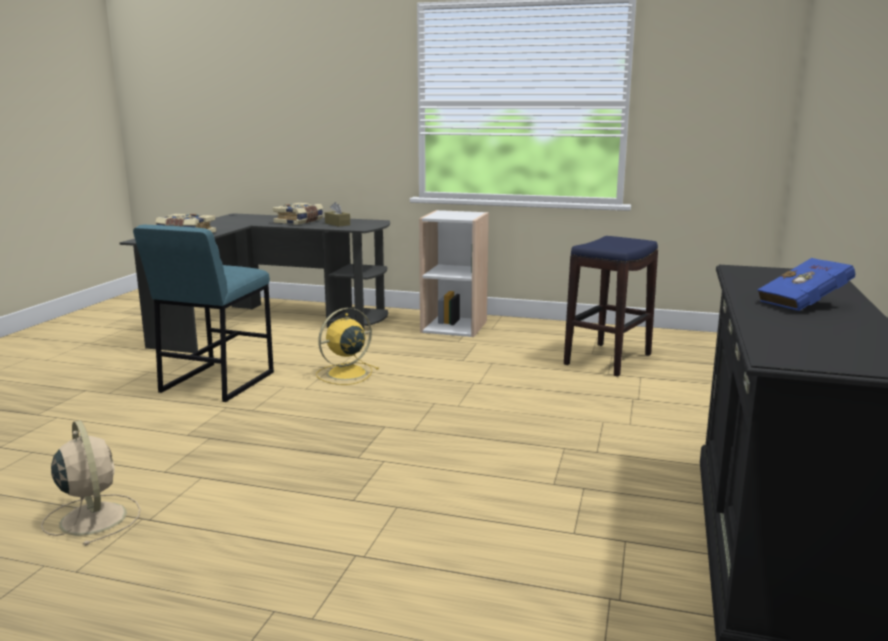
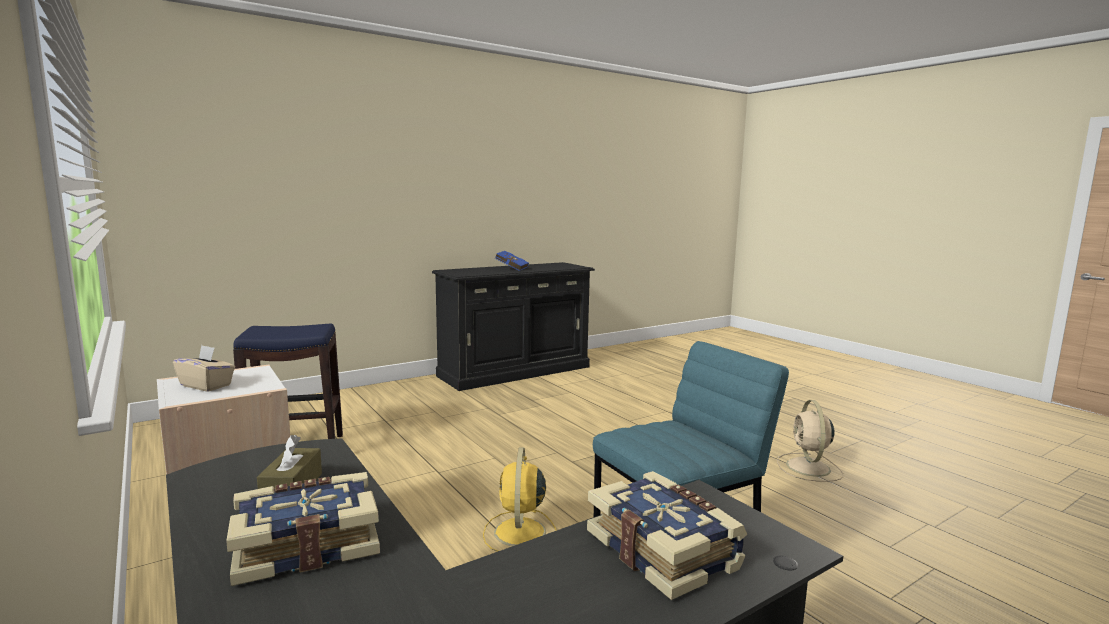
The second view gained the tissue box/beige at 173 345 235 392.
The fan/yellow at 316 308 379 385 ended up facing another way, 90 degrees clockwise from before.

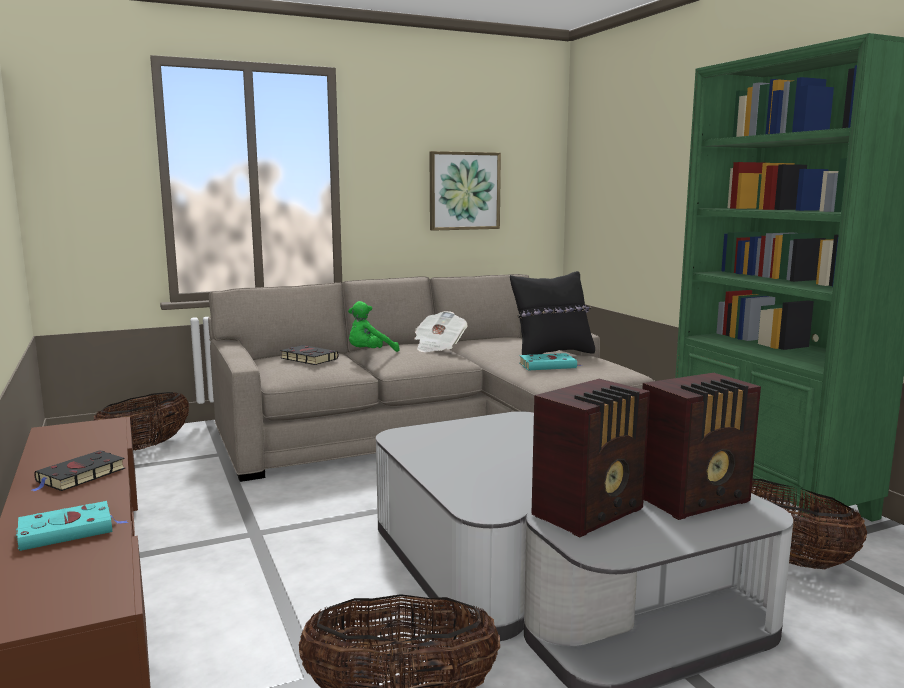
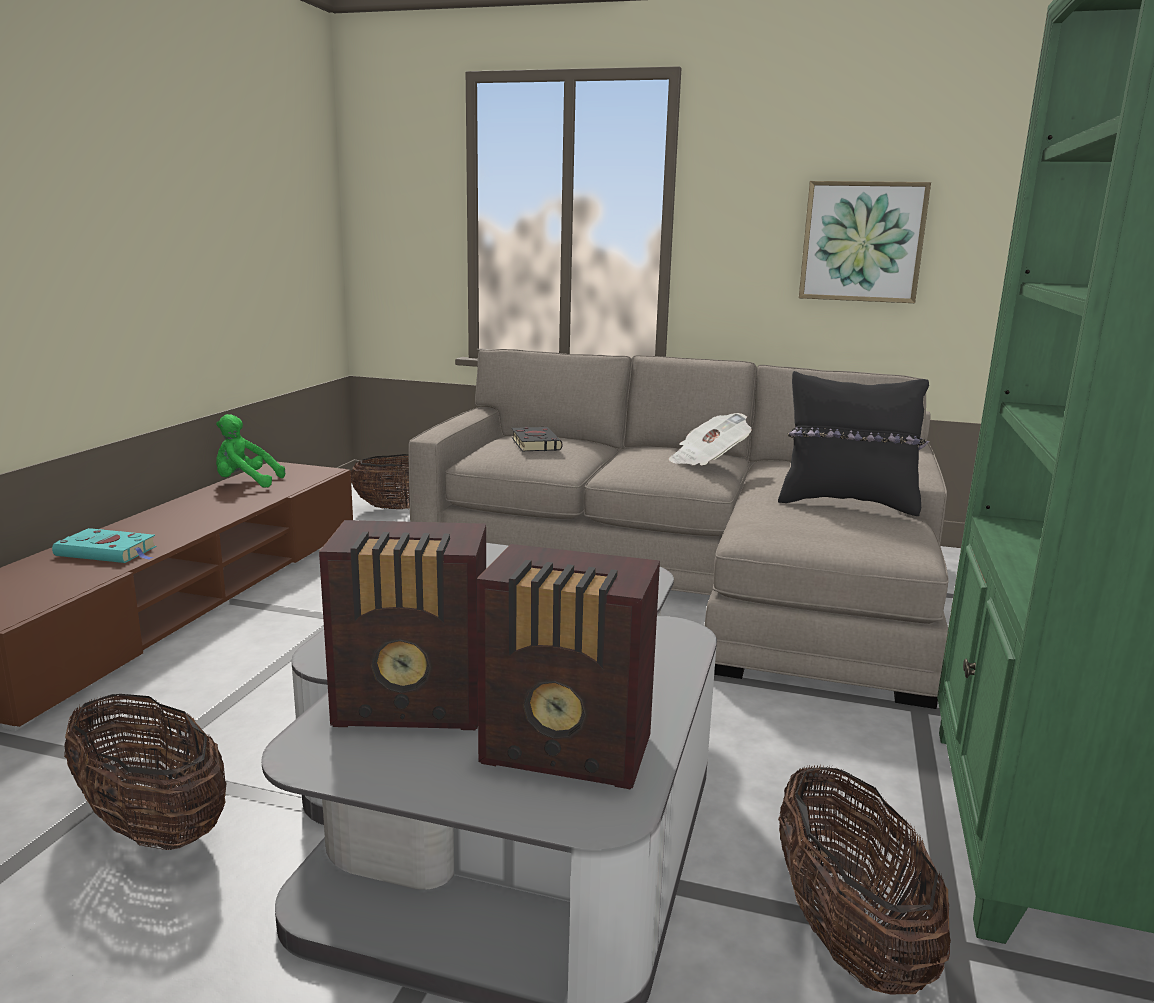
The second view lost the book/black at 32 450 125 492.
The second view lost the book/turquoise at 520 353 582 370.
The plush toy/green ended up elsewhere, having gone from 348 301 400 352 to 216 414 285 488.

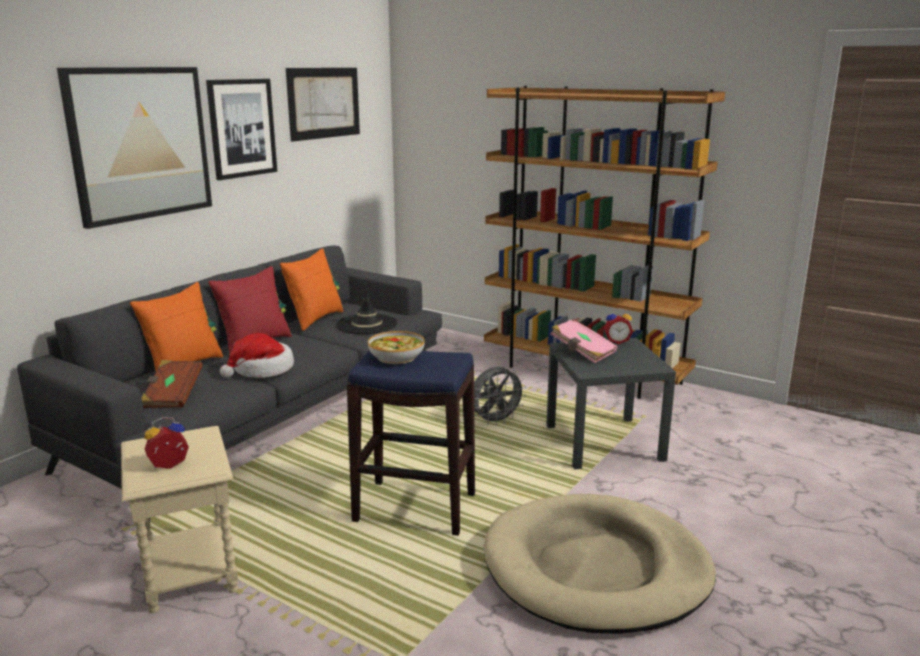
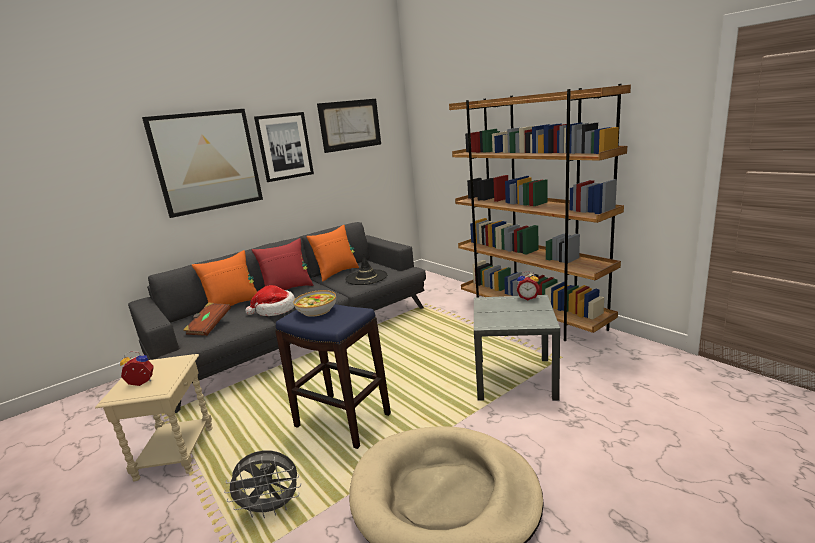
The second view lost the book/pink at 551 319 617 363.
The fan/grey ended up elsewhere, having gone from 474 367 526 426 to 224 450 301 518.

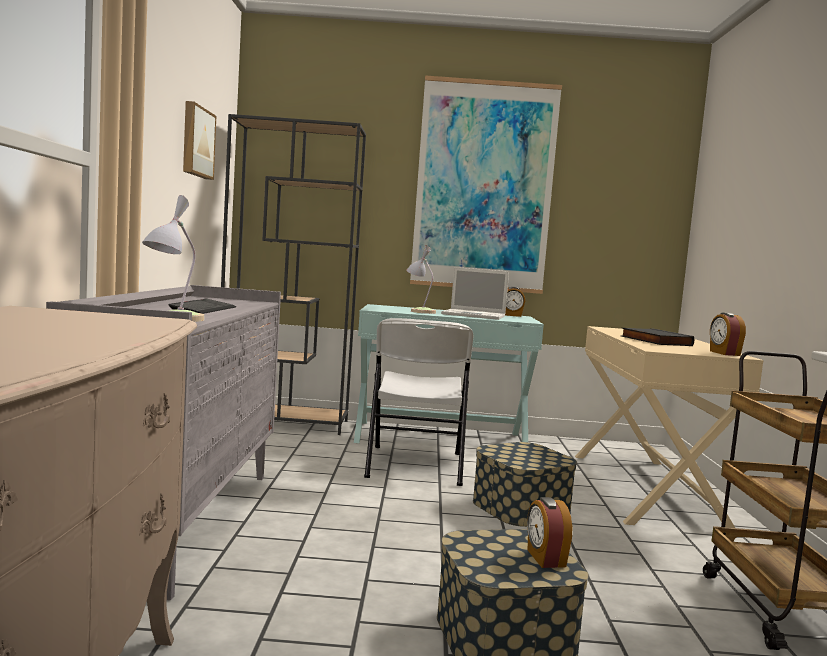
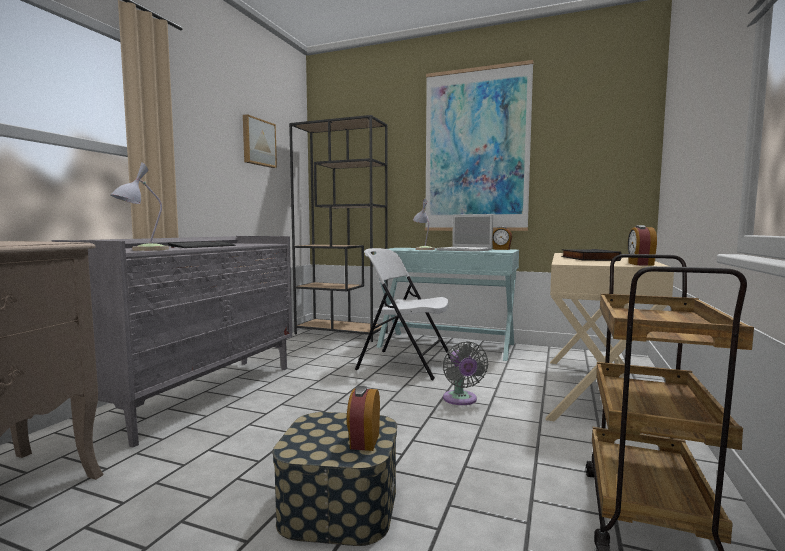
Where the storage box stood at 473 442 577 527, the fan/grey came to stand at 443 341 489 405.
The chair/white at 364 318 473 486 ended up facing another way, 90 degrees clockwise from before.

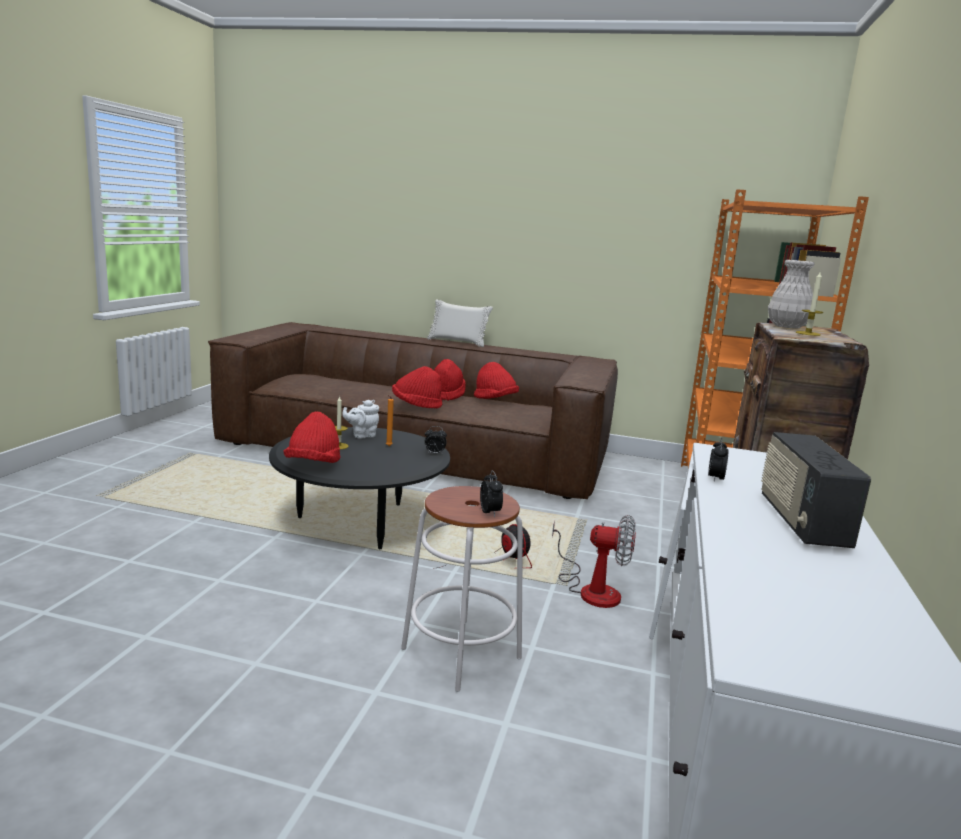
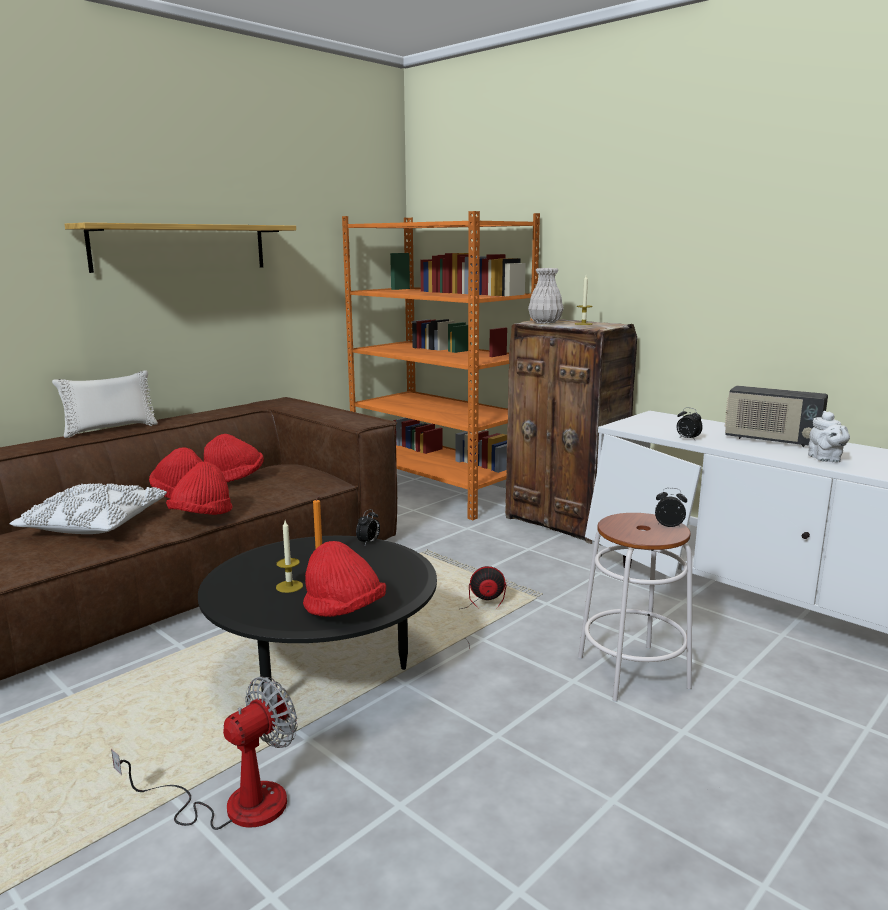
The second view gained the pillow/white at 10 483 167 534.
The second view gained the shelf at 65 223 296 273.
The teapot/white ended up elsewhere, having gone from 342 400 379 439 to 808 411 850 463.
The fan ended up elsewhere, having gone from 552 515 636 608 to 111 677 298 830.

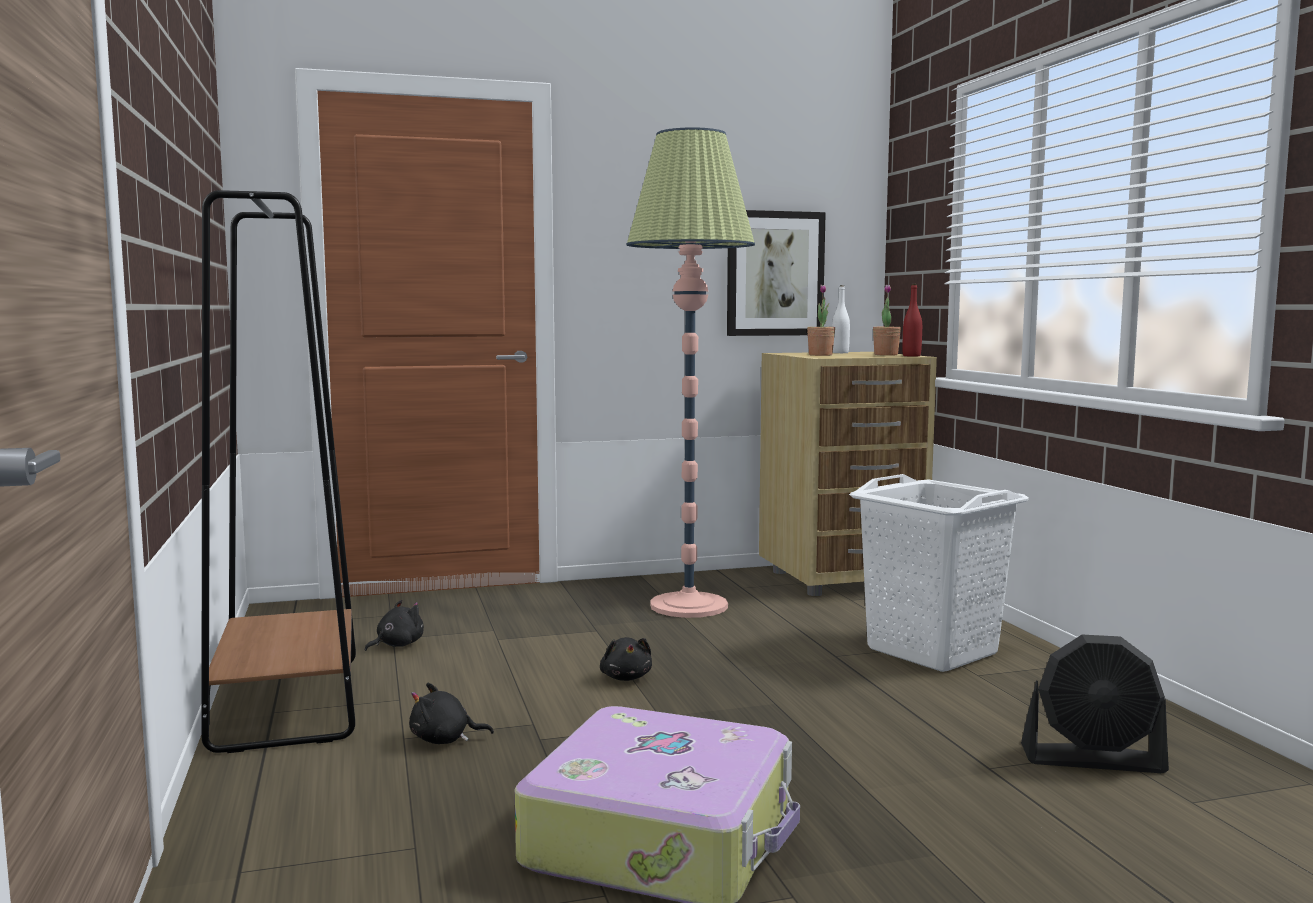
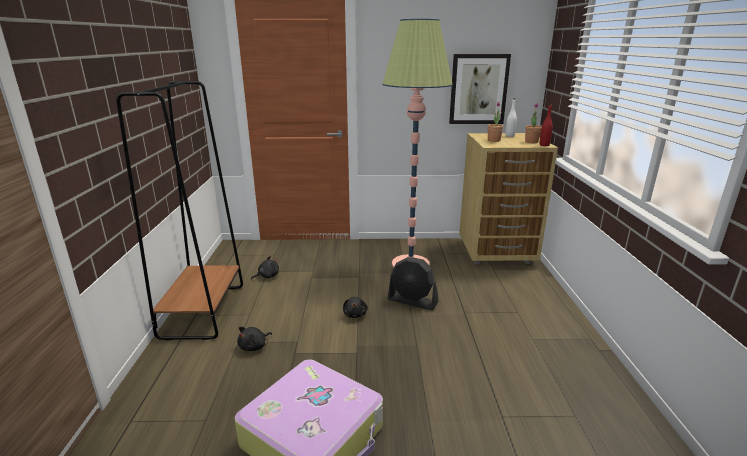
The second view lost the laundry basket/white at 849 474 1029 672.
The fan/black ended up elsewhere, having gone from 1021 635 1169 773 to 388 257 439 310.
The plush toy/black at 409 683 494 744 ended up facing another way, 60 degrees counterclockwise from before.

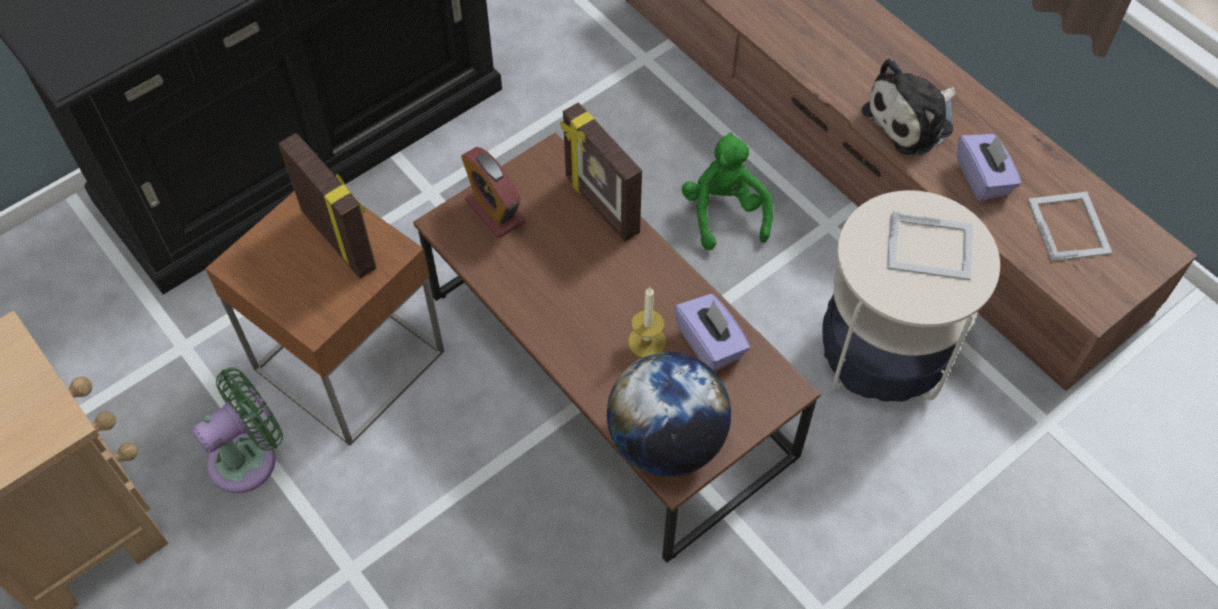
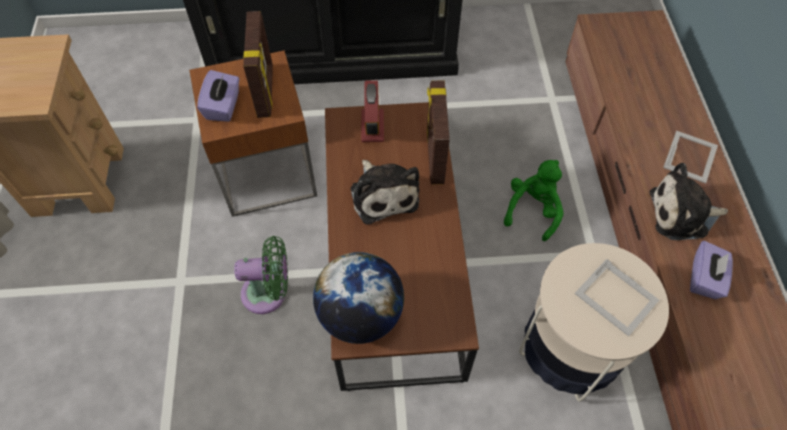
The second view lost the candle at 628 287 666 358.
The second view gained the plush toy at 350 160 419 225.
The fan/green ended up elsewhere, having gone from 192 368 283 493 to 234 236 288 314.
The tissue box/purple ended up elsewhere, having gone from 674 294 750 371 to 197 70 240 122.
The picture frame ended up elsewhere, having gone from 1028 192 1112 261 to 663 131 718 183.

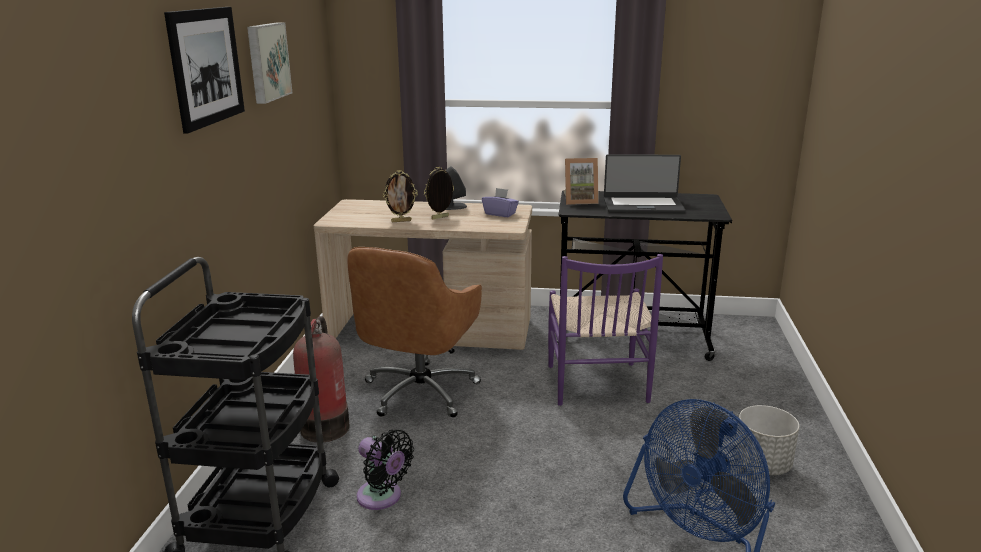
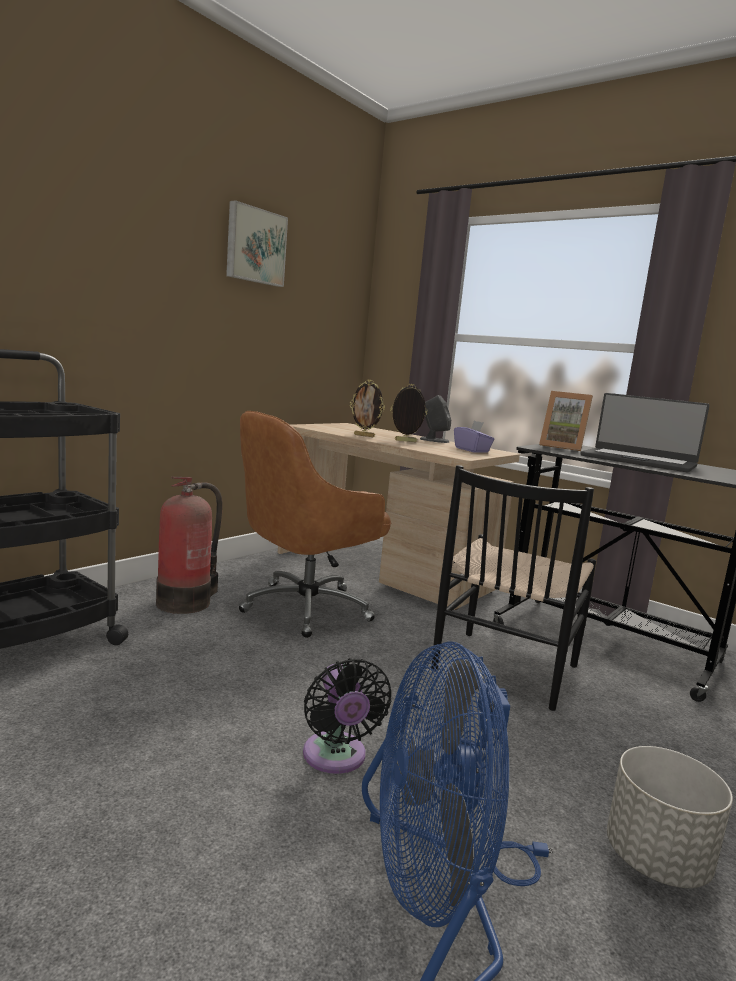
The second view lost the picture at 164 7 245 134.
The fan/black ended up elsewhere, having gone from 356 430 414 510 to 303 658 392 774.
What was the chair/purple at 548 254 663 406 turned into the chair/black at 431 465 596 711.

